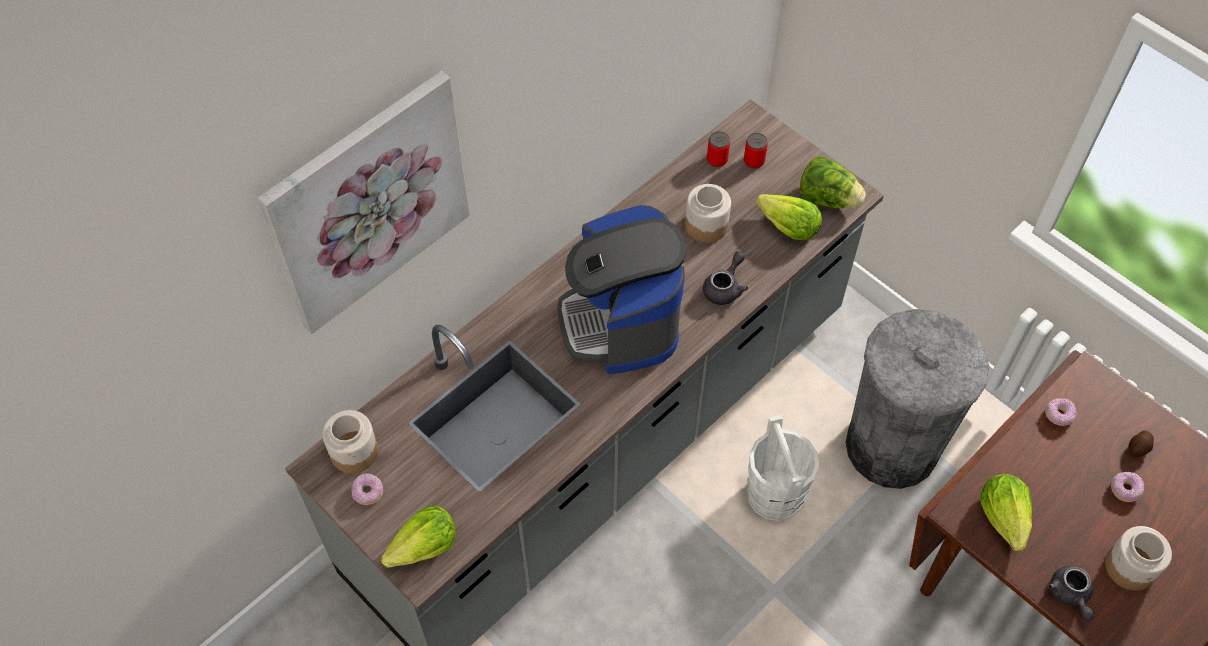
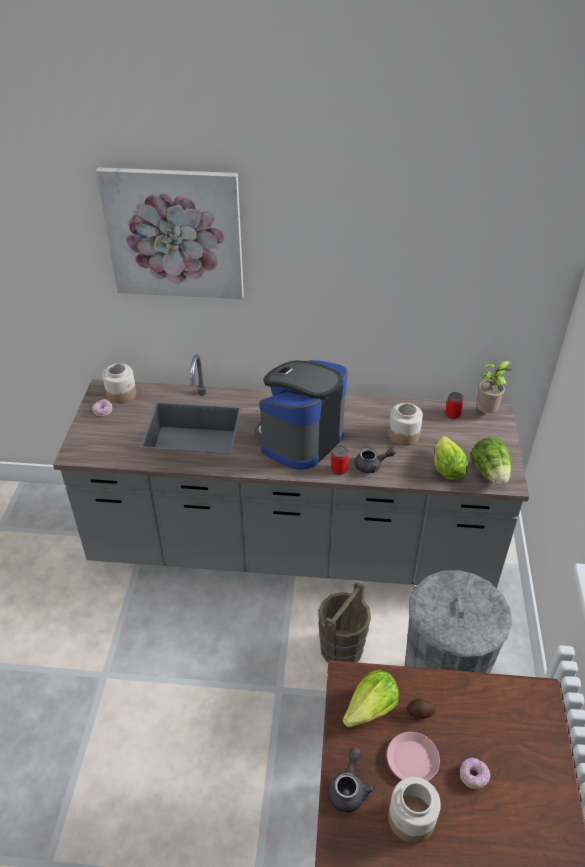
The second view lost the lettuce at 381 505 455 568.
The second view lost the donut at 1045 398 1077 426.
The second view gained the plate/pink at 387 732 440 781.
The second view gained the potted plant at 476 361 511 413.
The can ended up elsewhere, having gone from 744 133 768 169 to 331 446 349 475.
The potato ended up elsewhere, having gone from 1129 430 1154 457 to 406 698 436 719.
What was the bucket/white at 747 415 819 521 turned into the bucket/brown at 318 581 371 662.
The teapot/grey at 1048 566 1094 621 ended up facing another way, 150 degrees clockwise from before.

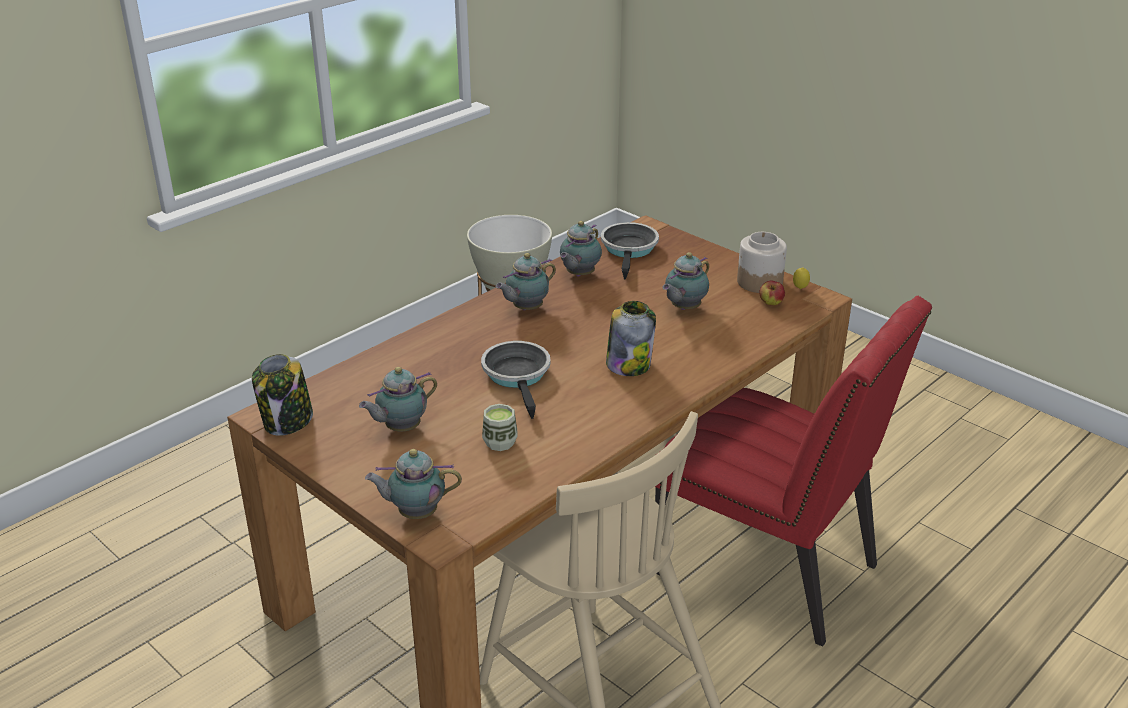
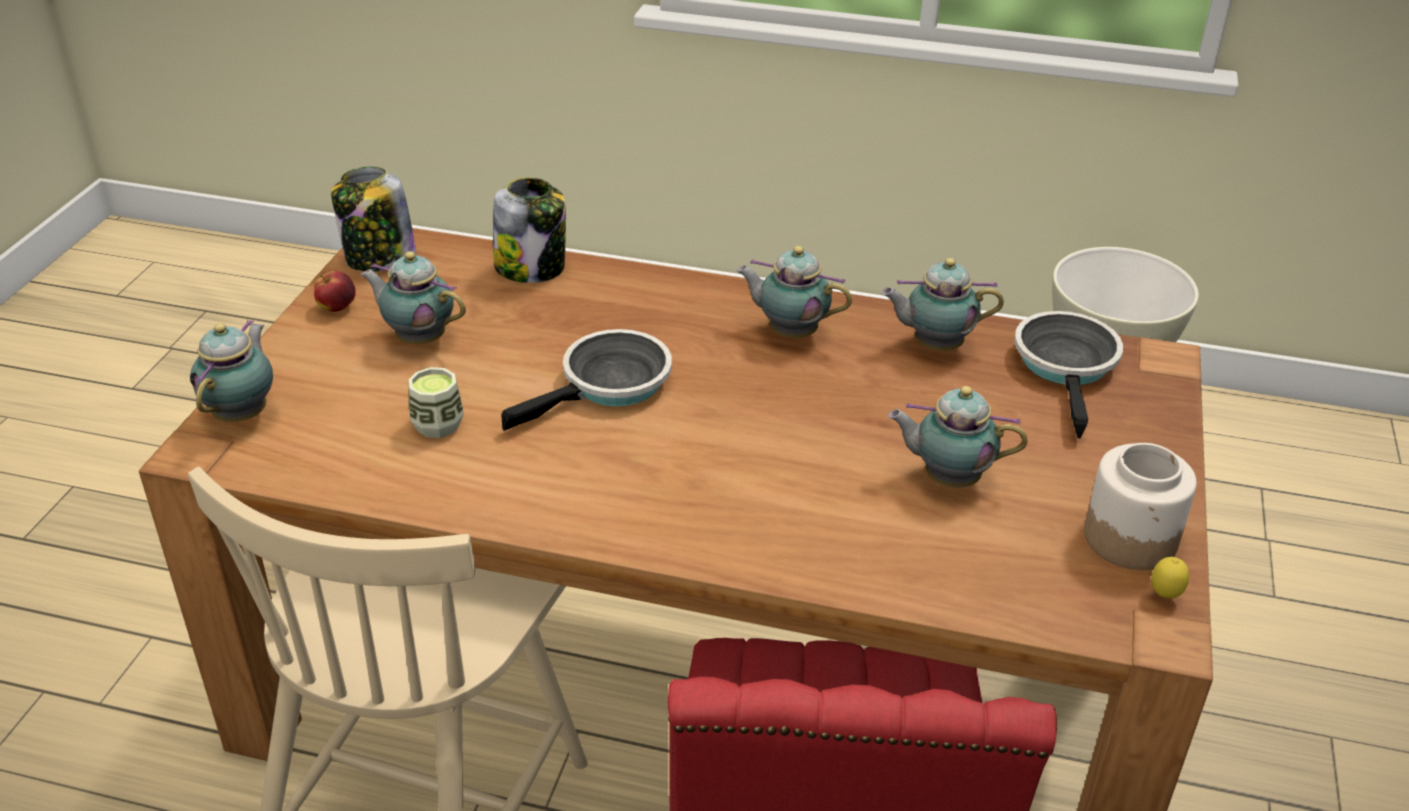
The jar ended up elsewhere, having gone from 606 301 656 376 to 493 178 566 283.
The apple ended up elsewhere, having gone from 759 281 785 306 to 314 271 356 312.
The teapot at 365 449 462 519 ended up facing another way, 45 degrees clockwise from before.
The frying pan at 601 222 659 279 ended up facing another way, 60 degrees counterclockwise from before.

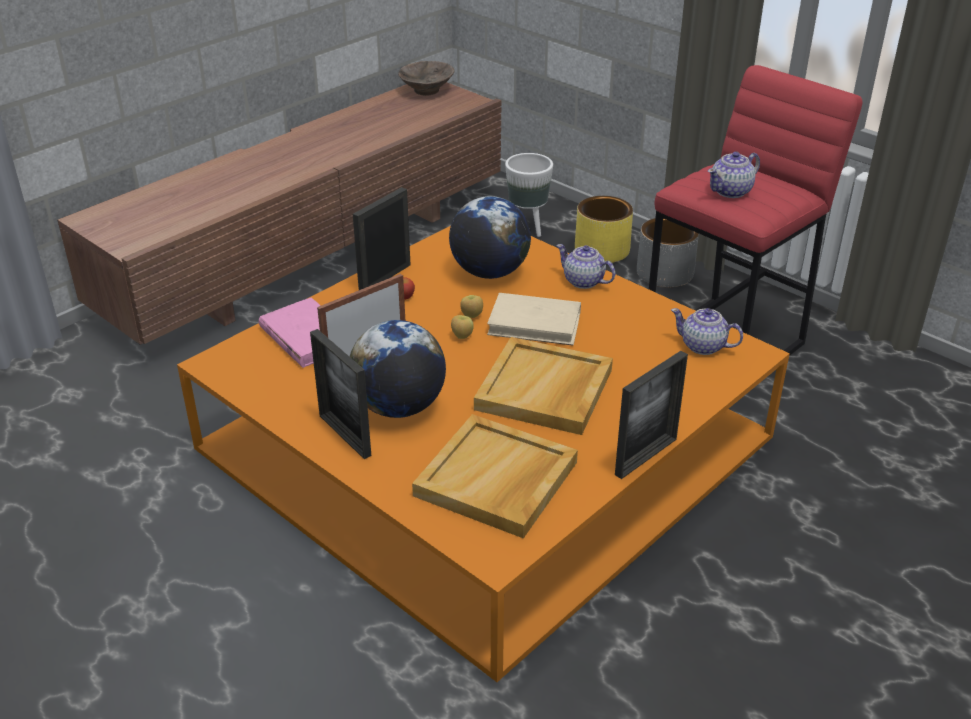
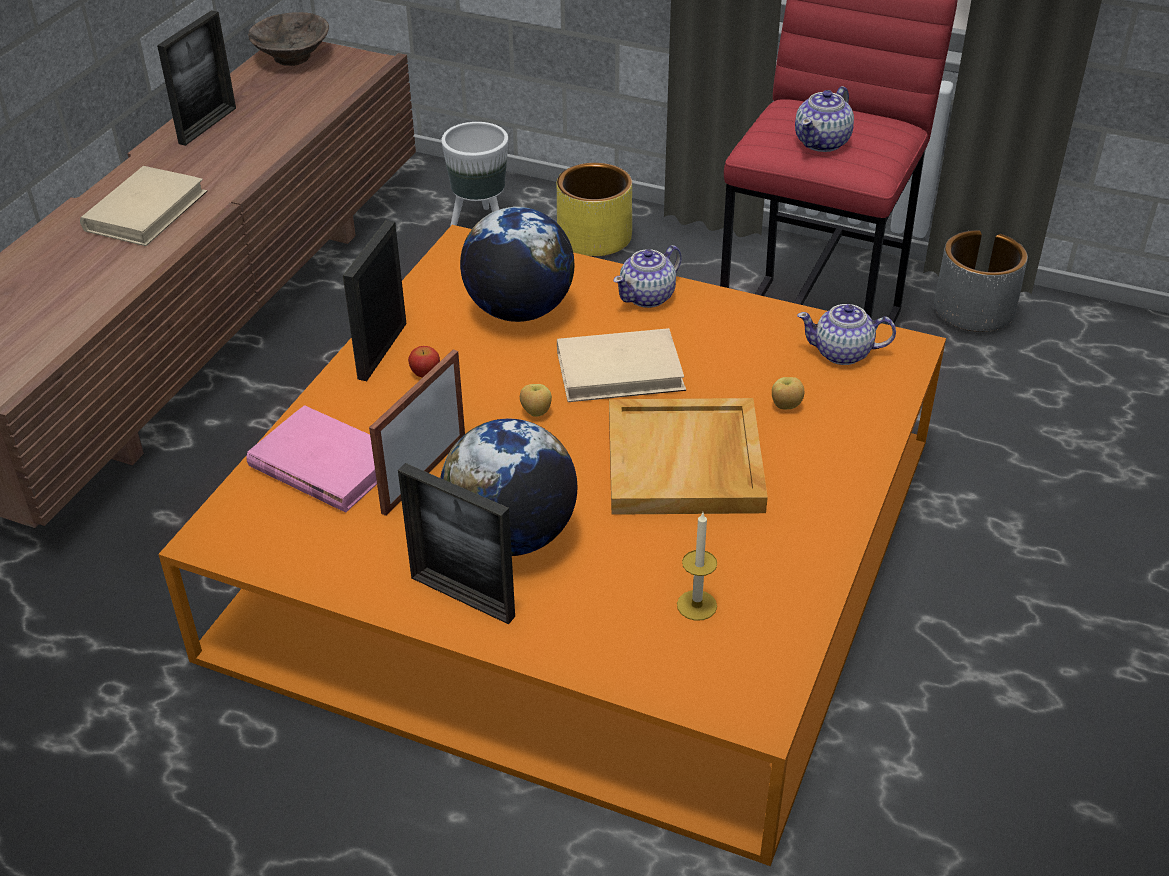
The second view gained the book/beige at 80 166 208 246.
The apple ended up elsewhere, having gone from 460 295 483 318 to 772 377 804 410.
The picture frame ended up elsewhere, having gone from 615 351 688 479 to 157 10 236 146.
The planter/grey ended up elsewhere, having gone from 637 218 699 288 to 934 230 1028 332.
Where the tray/beige stood at 412 414 578 539, the candle came to stand at 677 513 717 621.
The teapot at 556 244 616 289 ended up facing another way, 60 degrees counterclockwise from before.

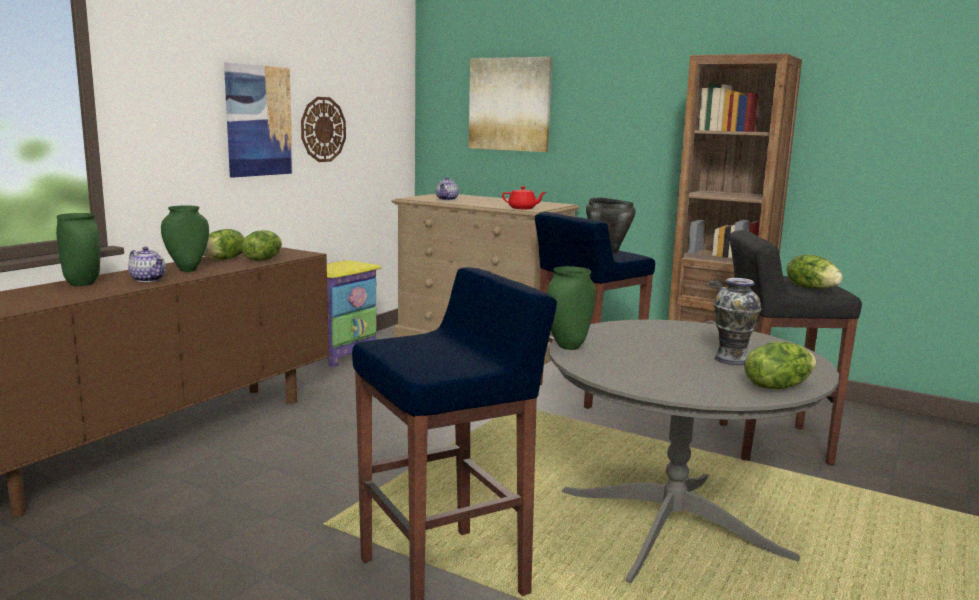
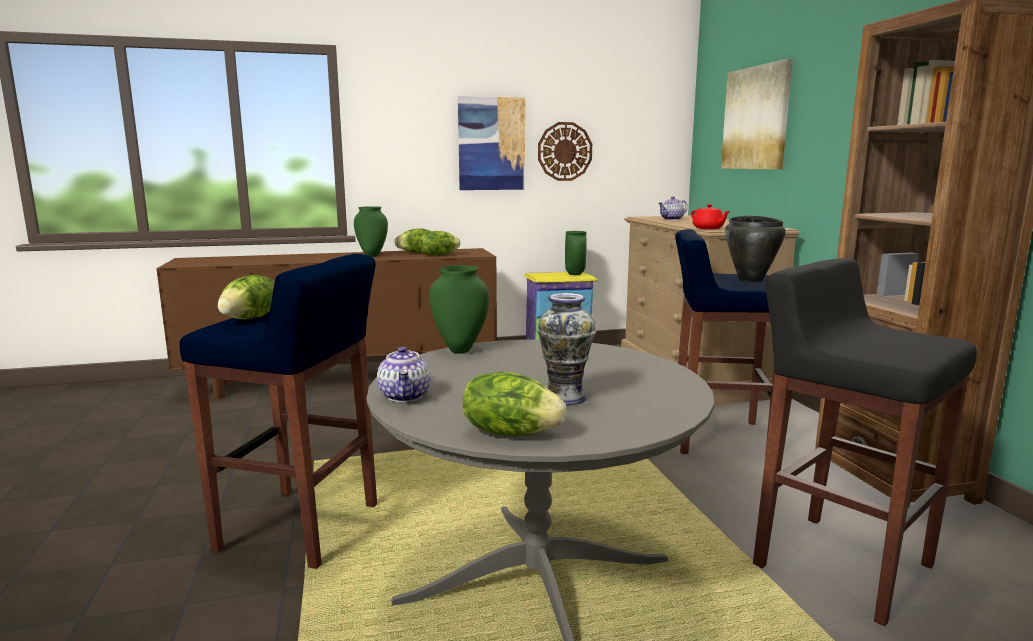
The vase/green ended up elsewhere, having gone from 56 213 100 286 to 565 231 587 275.
The teapot ended up elsewhere, having gone from 128 247 166 282 to 377 346 431 402.
The lettuce ended up elsewhere, having gone from 787 254 843 289 to 218 275 275 320.

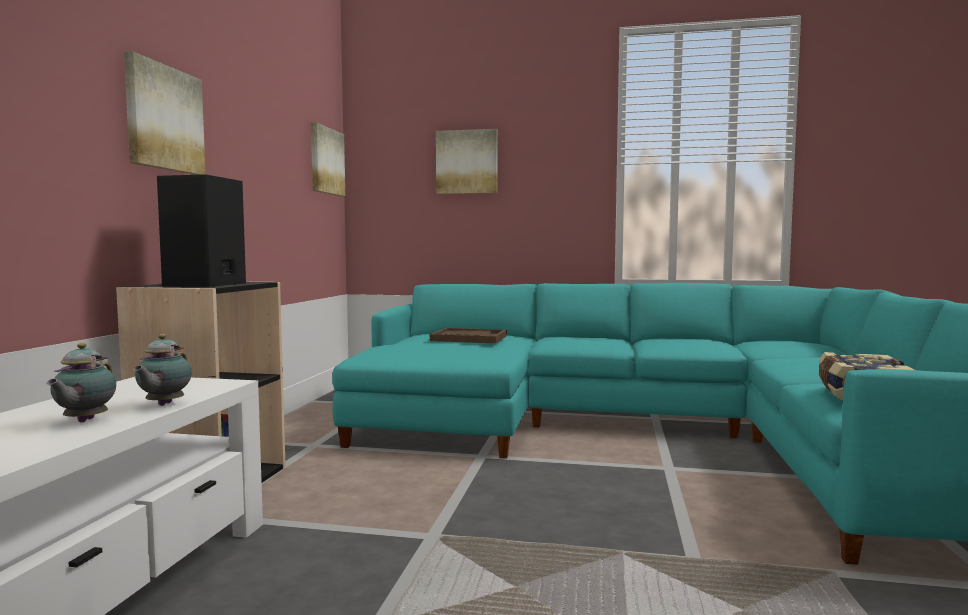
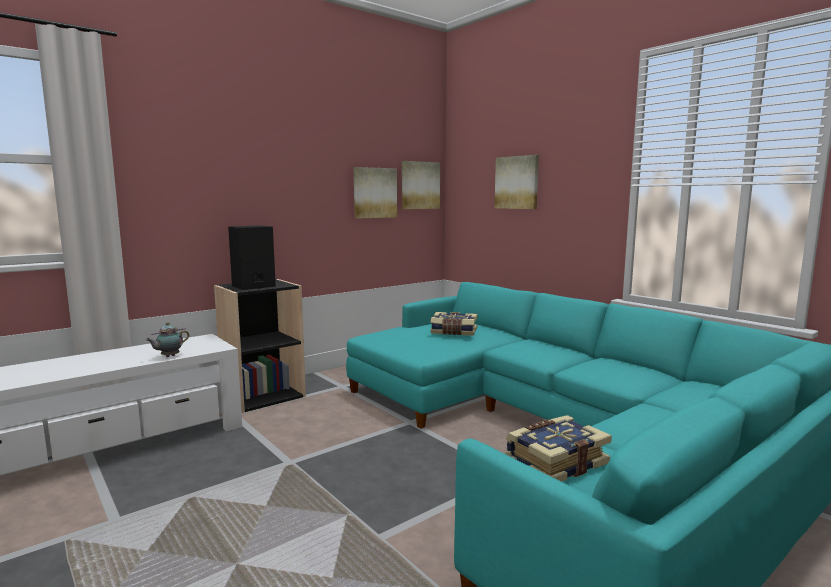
The second view lost the teapot at 46 343 116 422.
The picture ended up elsewhere, having gone from 124 51 206 175 to 353 167 397 219.
Where the tray/brown stood at 430 328 507 343, the book came to stand at 431 312 477 336.

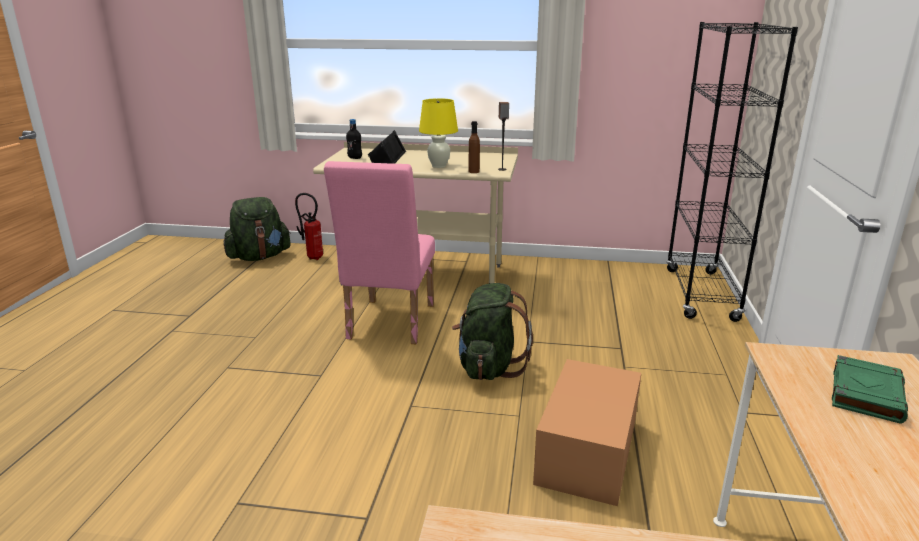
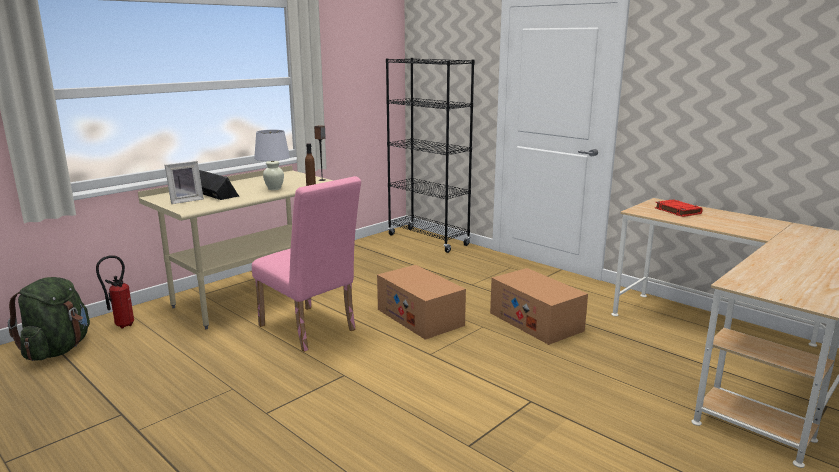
Where the bottle/black stood at 346 119 362 159, the picture frame came to stand at 165 161 204 204.
Where the backpack/green stood at 452 283 533 380, the cardboard box came to stand at 377 265 466 340.
What was the table lamp/yellow at 419 98 458 168 turned into the table lamp/white at 254 130 290 190.
What was the book/green at 832 355 908 424 turned into the book/red at 655 199 703 217.

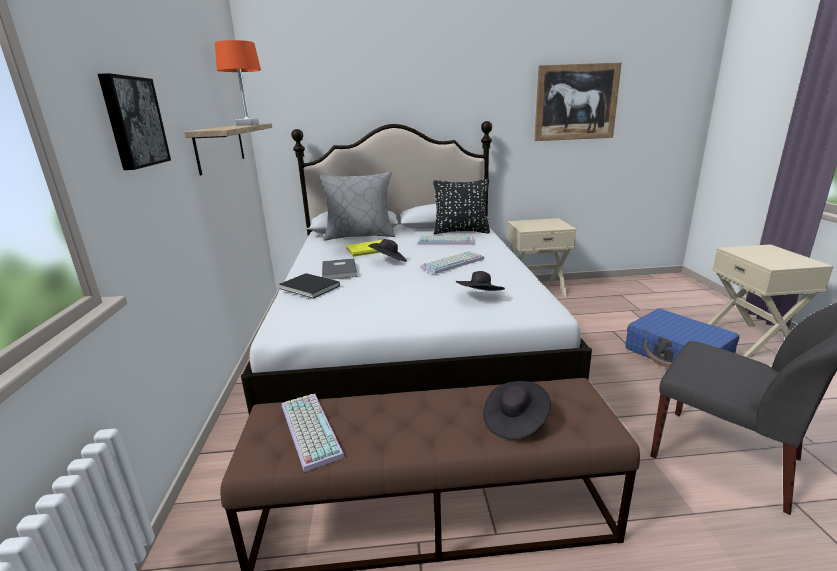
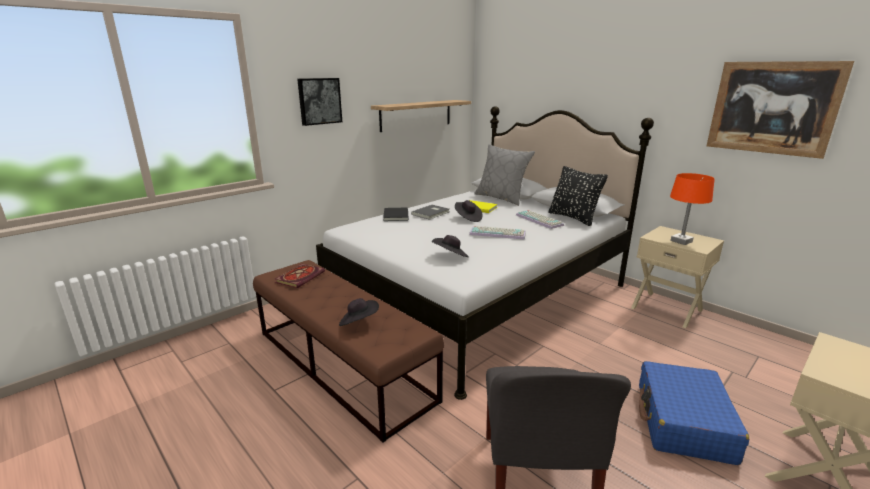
The table lamp/orange ended up elsewhere, having gone from 215 40 261 126 to 670 173 715 245.
Where the keyboard stood at 282 394 345 472, the book came to stand at 275 264 325 288.

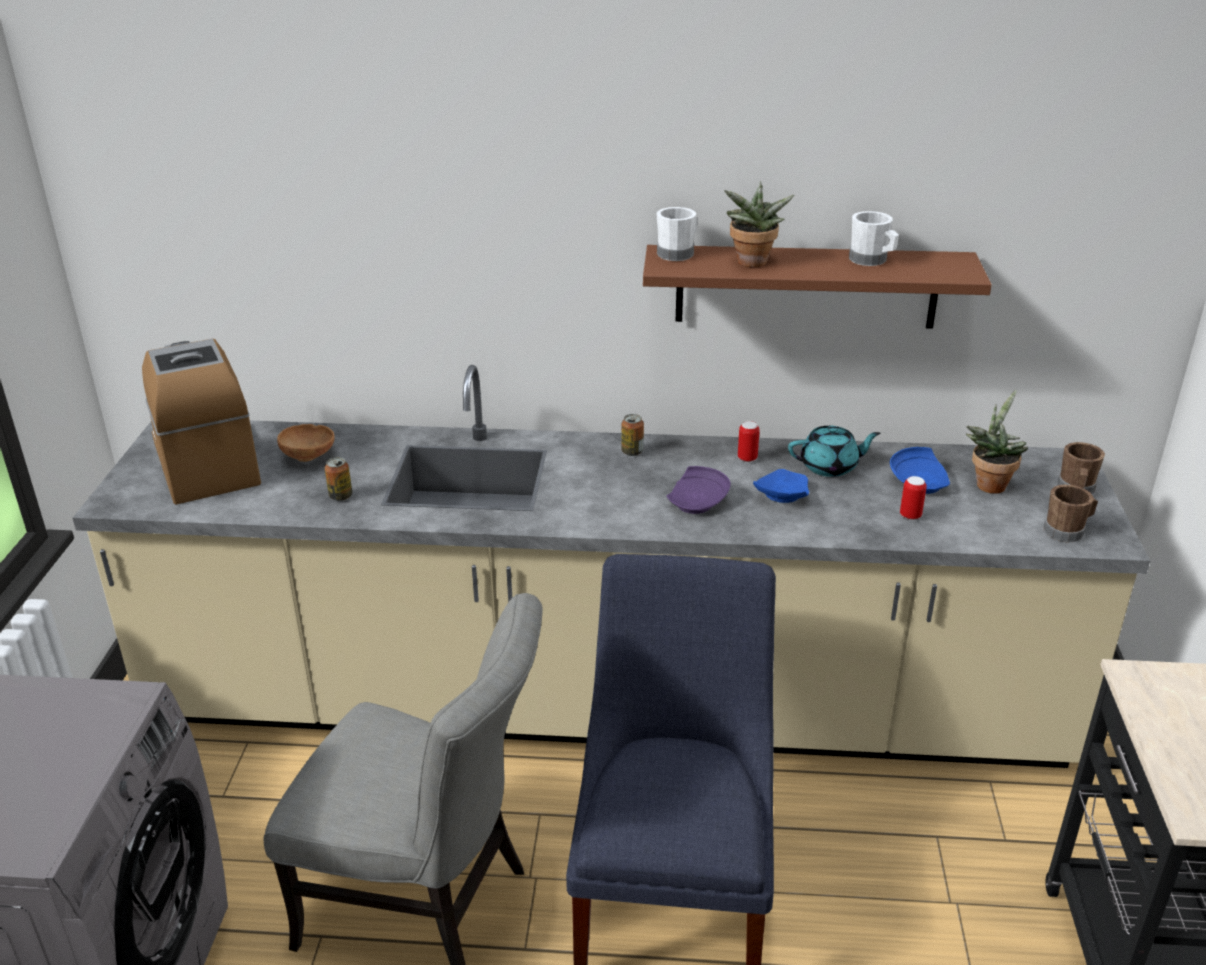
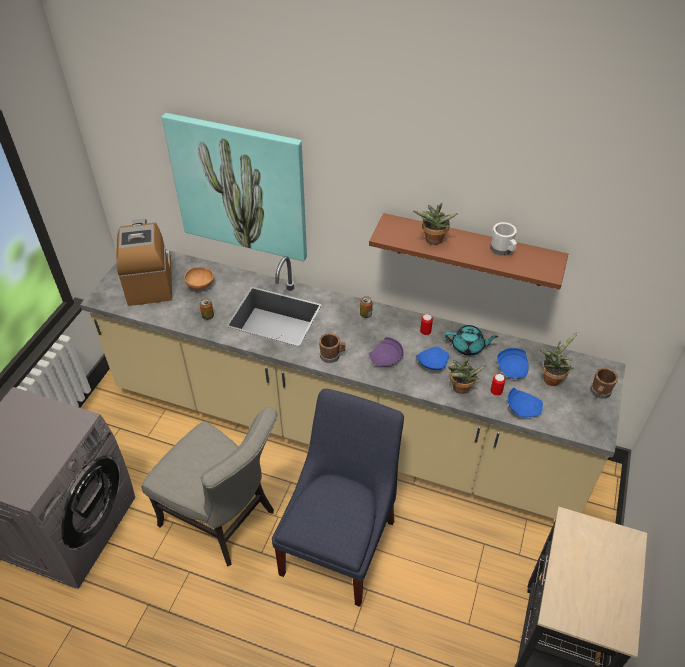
The second view lost the mug/white at 657 207 698 261.
The second view gained the picture at 162 113 307 261.
The second view gained the potted plant at 448 358 486 394.
The second view gained the plate/blue at 508 388 543 417.
The mug/brown ended up elsewhere, having gone from 1044 484 1098 542 to 319 333 346 363.

